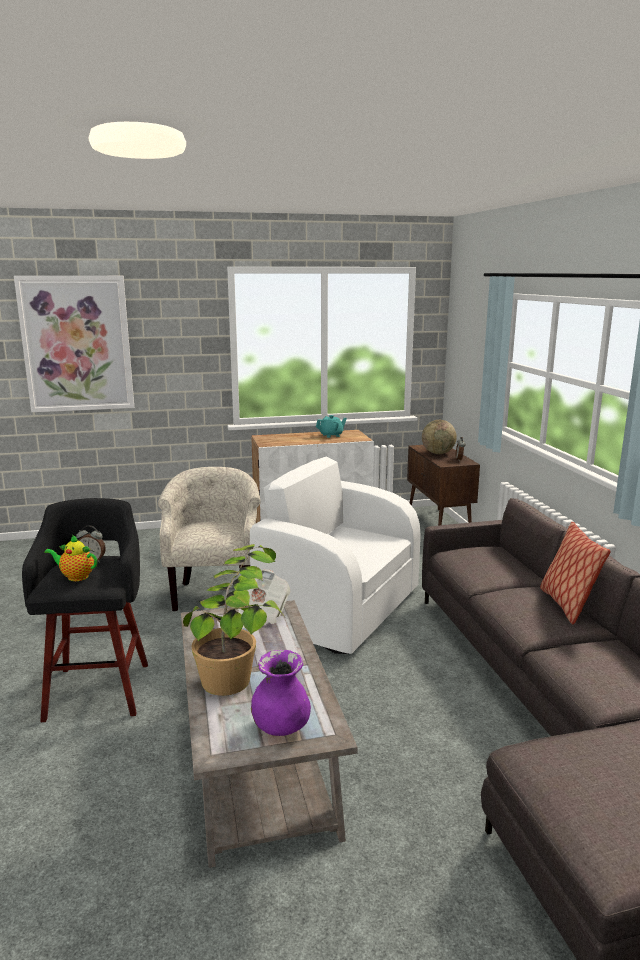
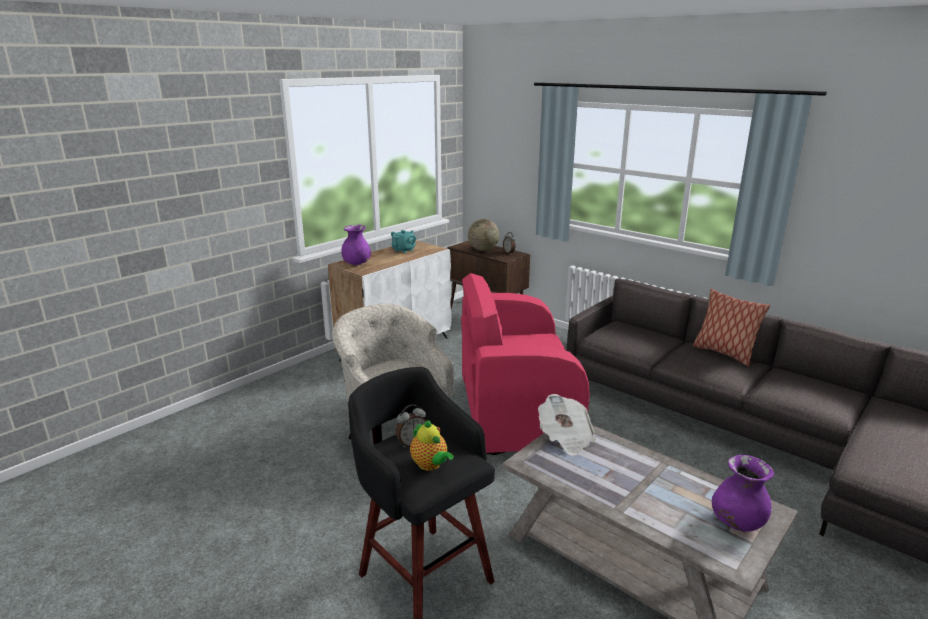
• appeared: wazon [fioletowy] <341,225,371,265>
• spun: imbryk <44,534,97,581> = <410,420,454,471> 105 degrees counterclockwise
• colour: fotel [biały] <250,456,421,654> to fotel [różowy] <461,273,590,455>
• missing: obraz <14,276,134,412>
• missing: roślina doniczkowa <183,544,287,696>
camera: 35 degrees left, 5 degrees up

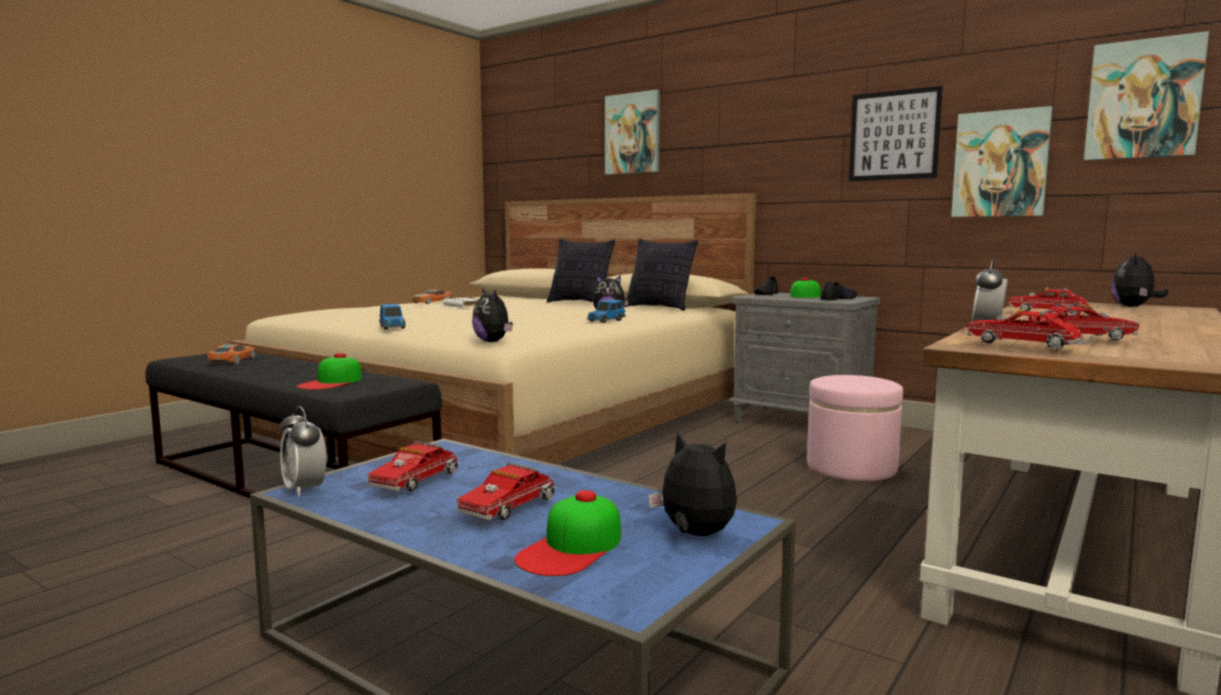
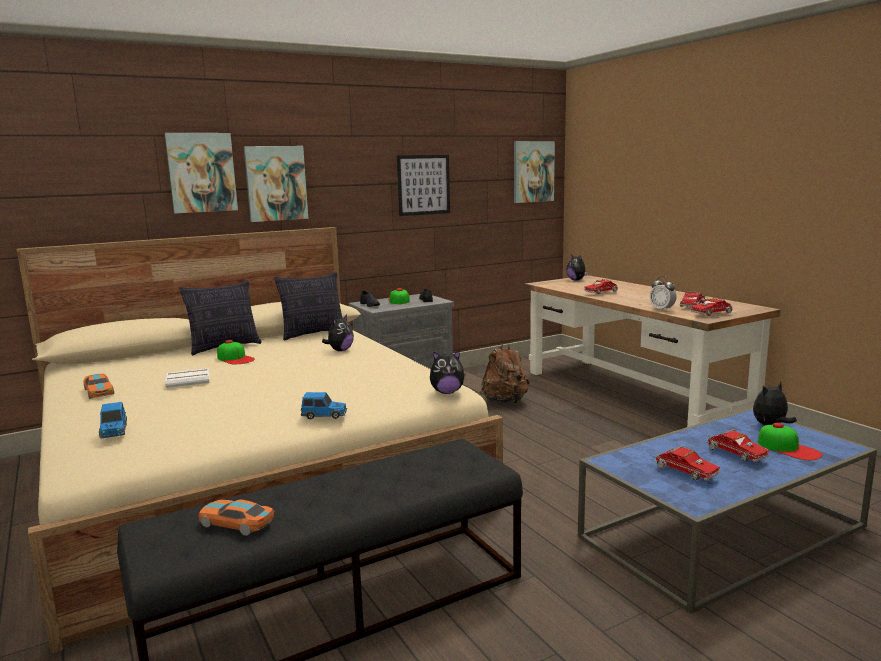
• relocated: samochodzik <587,300,626,323> to <99,402,127,438>
• relocated: czapka z daszkiem <297,353,362,390> to <217,340,255,364>
• relocated: obraz <951,106,1053,217> to <244,146,308,222>
• exchanged: pufa [różowy] <807,375,903,481> to plecak [brązowy] <480,342,530,404>
• missing: budzik <280,406,326,497>
camera: 65 degrees left, 5 degrees up

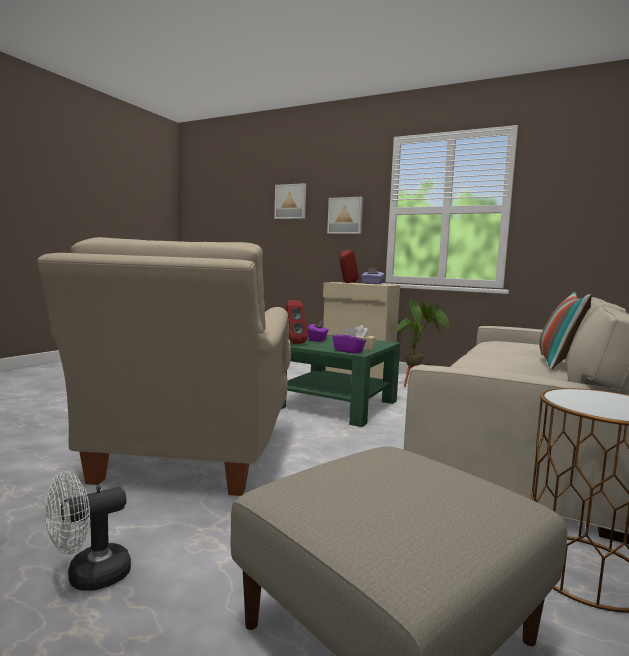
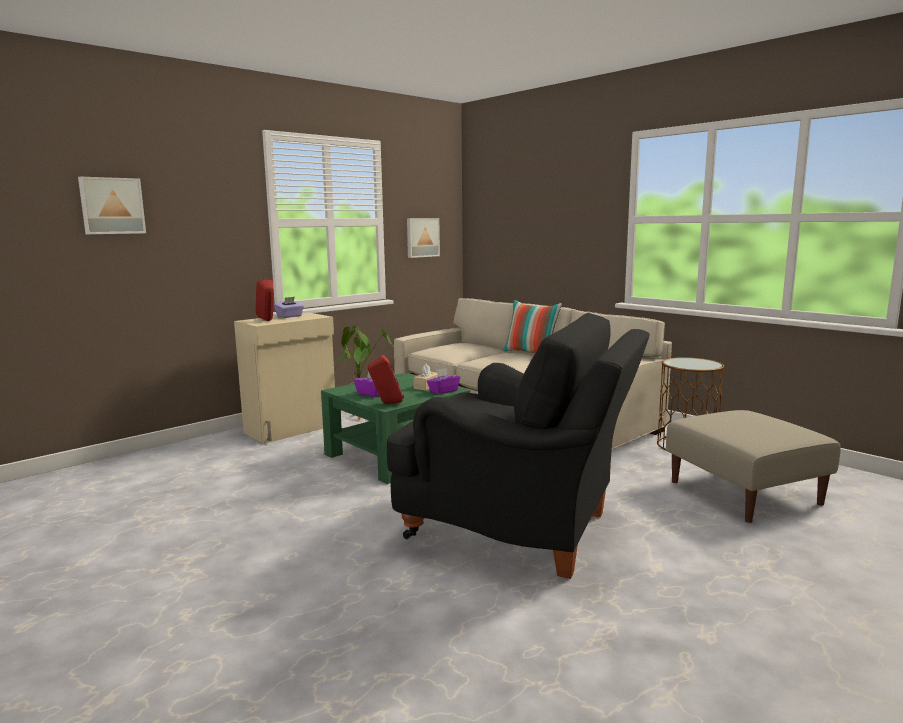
• colour: fotel [beżowy] <38,237,291,496> to fotel [czarny] <387,313,650,579>
• relocated: obraz <327,197,363,234> to <407,218,440,258>
• missing: wentylator [biały] <45,471,131,591>
camera: 70 degrees left, 5 degrees up

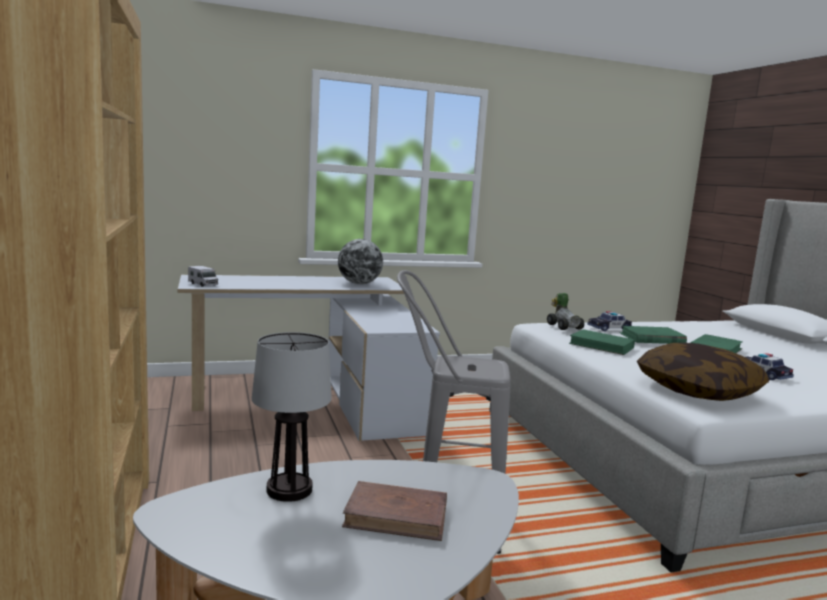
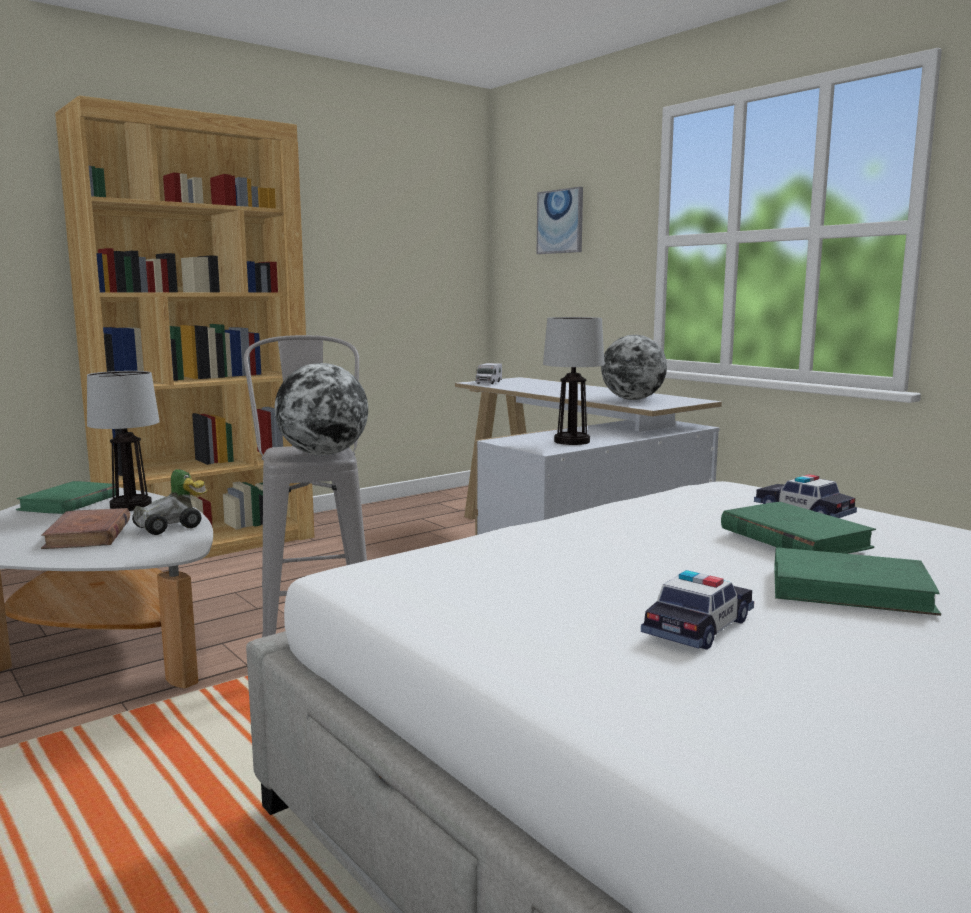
• relocated: książka [zielony] <569,329,635,355> to <16,481,116,514>
• relocated: samochodzik <547,293,584,330> to <132,469,207,535>
• appeared: globus <274,363,368,456>
• appeared: obraz <537,187,583,254>
• appeared: lampa stołowa <543,317,605,445>
• missing: poduszka <637,343,770,401>
camera: 70 degrees right, 0 degrees up

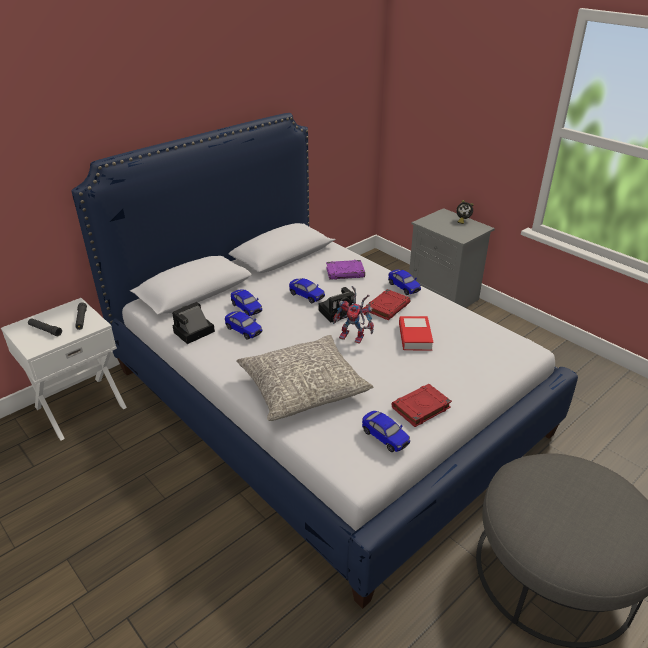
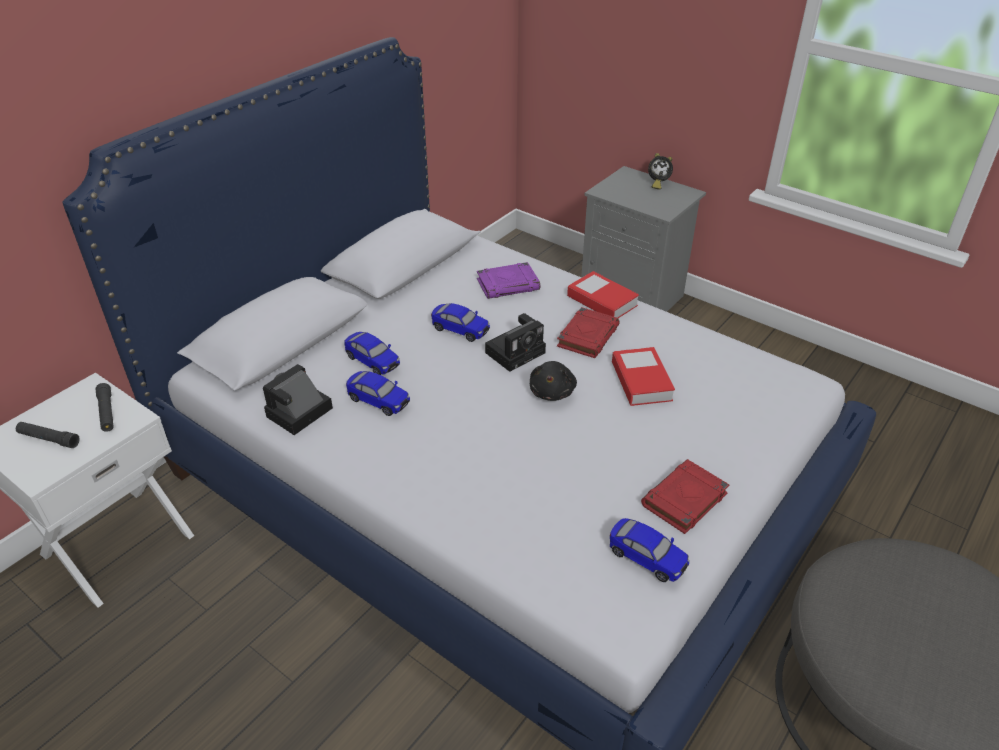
• exchanged: robot zabawkowy <333,286,374,344> to pluszak [czarny] <530,361,577,401>
• exchanged: samochodzik <388,270,421,295> to książka <567,271,639,318>
• missing: poduszka [szary] <236,335,373,421>
camera: 10 degrees left, 5 degrees up

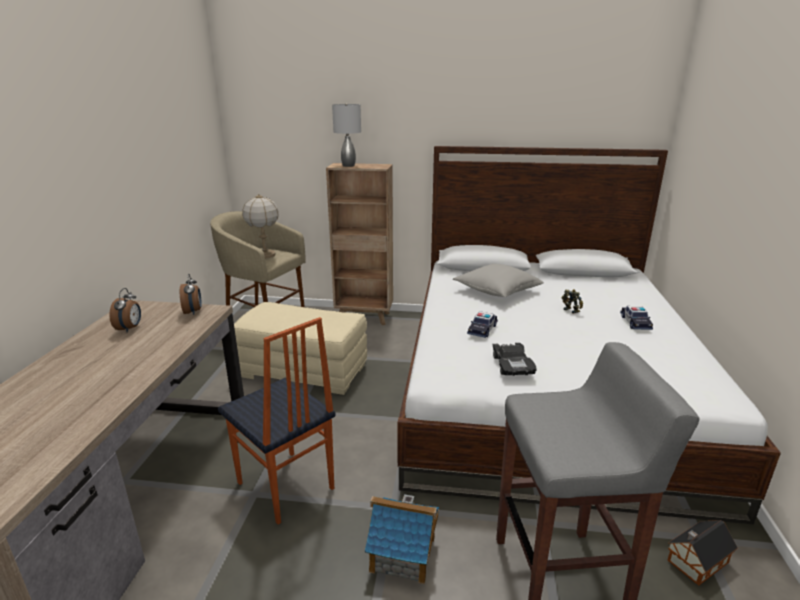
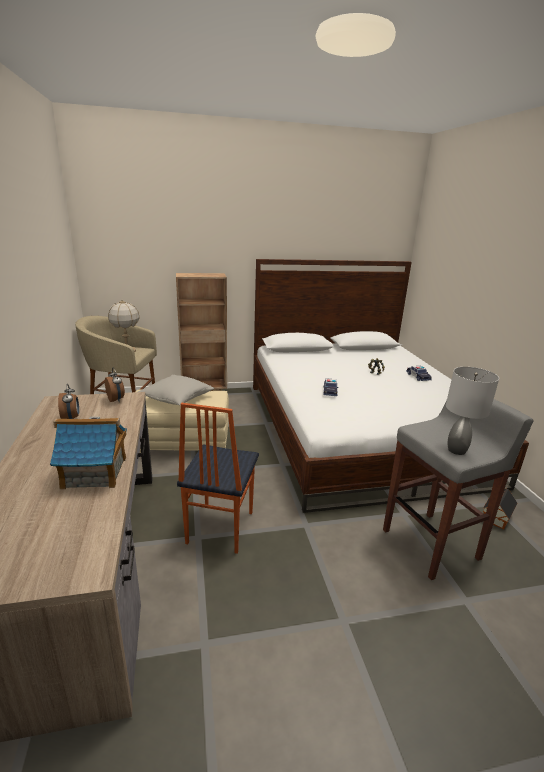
• relocated: domek <365,494,439,584> to <50,417,127,489>
• relocated: poduszka [szary] <453,263,544,297> to <138,375,214,405>
• spun: krzesło <218,317,335,525> = <177,403,259,554> 75 degrees clockwise
• relocated: lampa stołowa [szary] <332,104,361,167> to <446,367,499,455>
• missing: samochodzik [czarny] <493,343,537,376>
camera: 20 degrees left, 0 degrees up

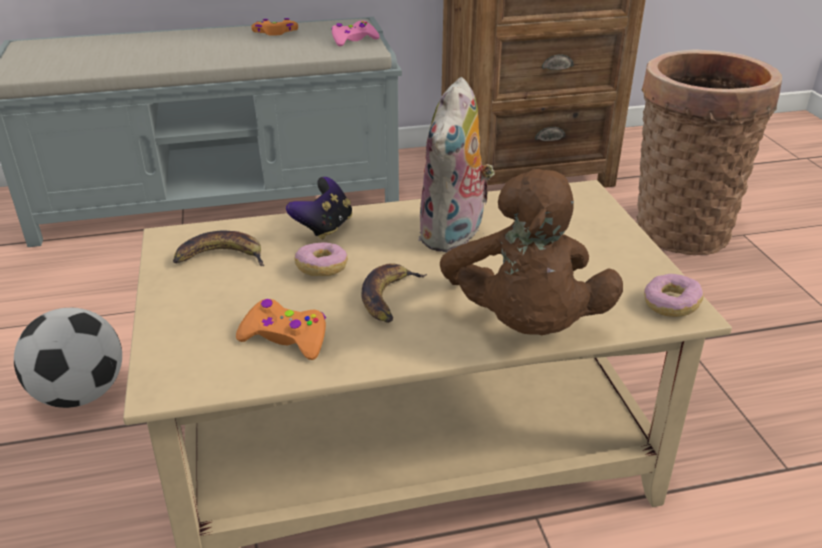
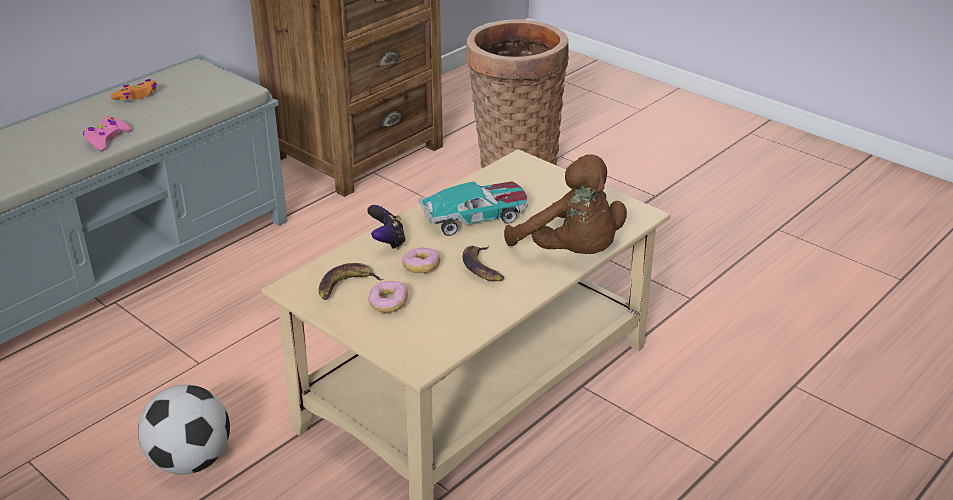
• relocated: pad do gier [różowy] <332,21,380,46> to <83,116,132,151>
• relocated: donut <644,274,704,317> to <368,281,408,313>
• exchanged: pluszak <419,77,495,252> to samochodzik <419,181,528,236>
• missing: pad do gier [pomarańczowy] <236,299,326,360>
camera: 35 degrees left, 0 degrees up

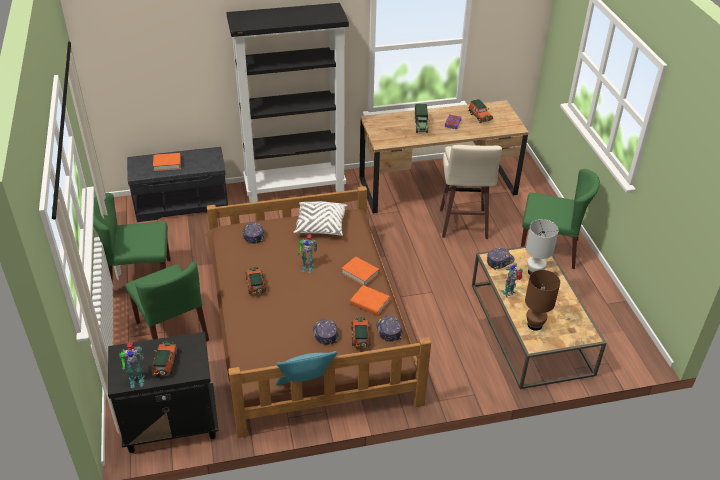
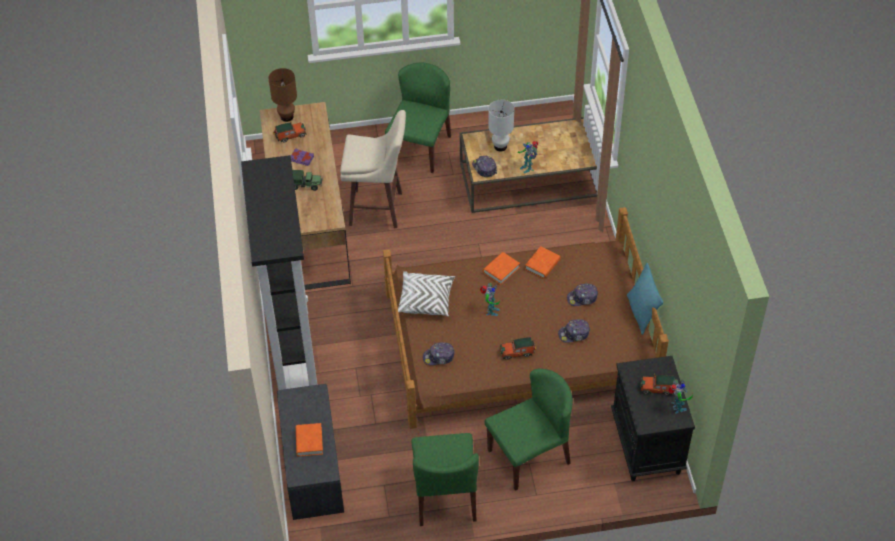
• relocated: lampa stołowa [brązowy] <525,270,560,331> to <268,68,297,122>
• relocated: czapka z daszkiem <376,316,403,342> to <558,319,590,343>
• missing: samochodzik <351,317,370,347>
camera: 85 degrees left, 10 degrees up

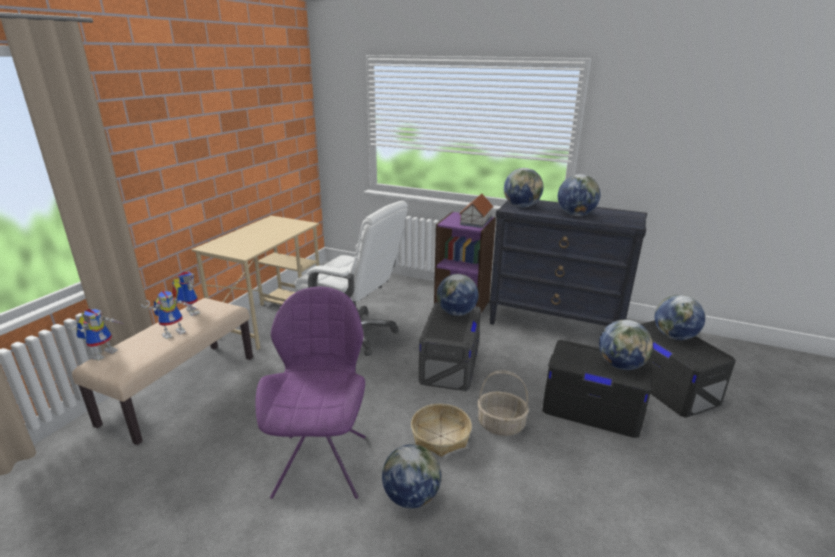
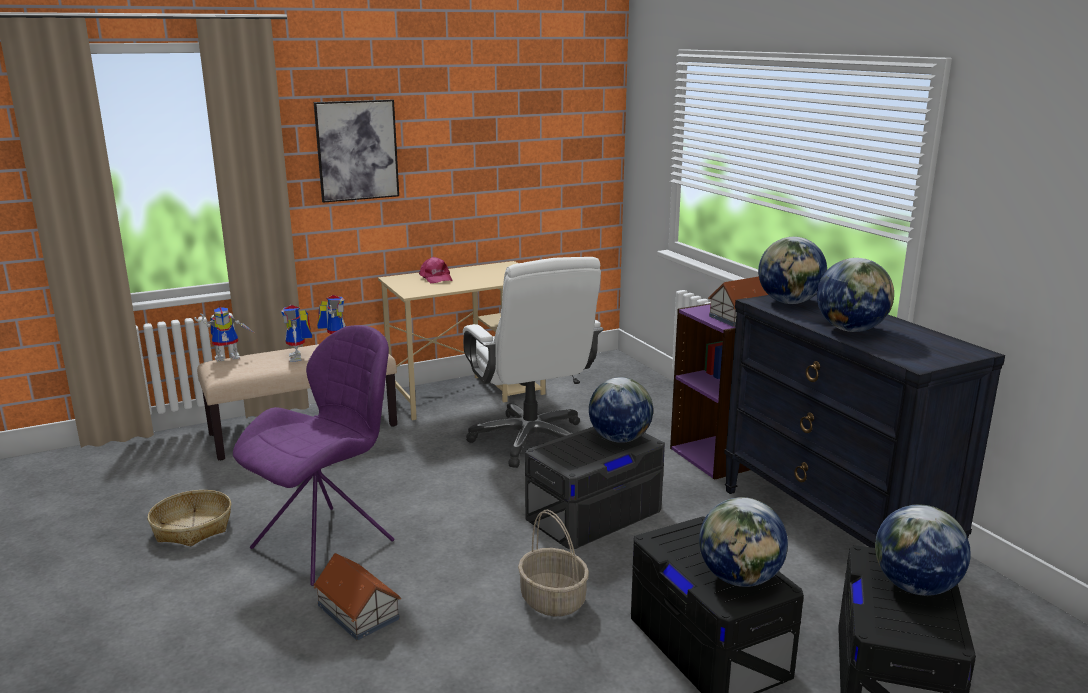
• relocated: koszyk <411,404,472,457> to <148,490,231,546>
• spun: robot zabawkowy <141,291,196,339> = <281,305,312,362> 75 degrees clockwise
• exchanged: globus <382,444,441,509> to domek <313,553,401,640>
• appeared: obraz <314,99,399,203>
• appeared: czapka z daszkiem [różowy] <419,257,452,283>
camera: 40 degrees right, 5 degrees down

